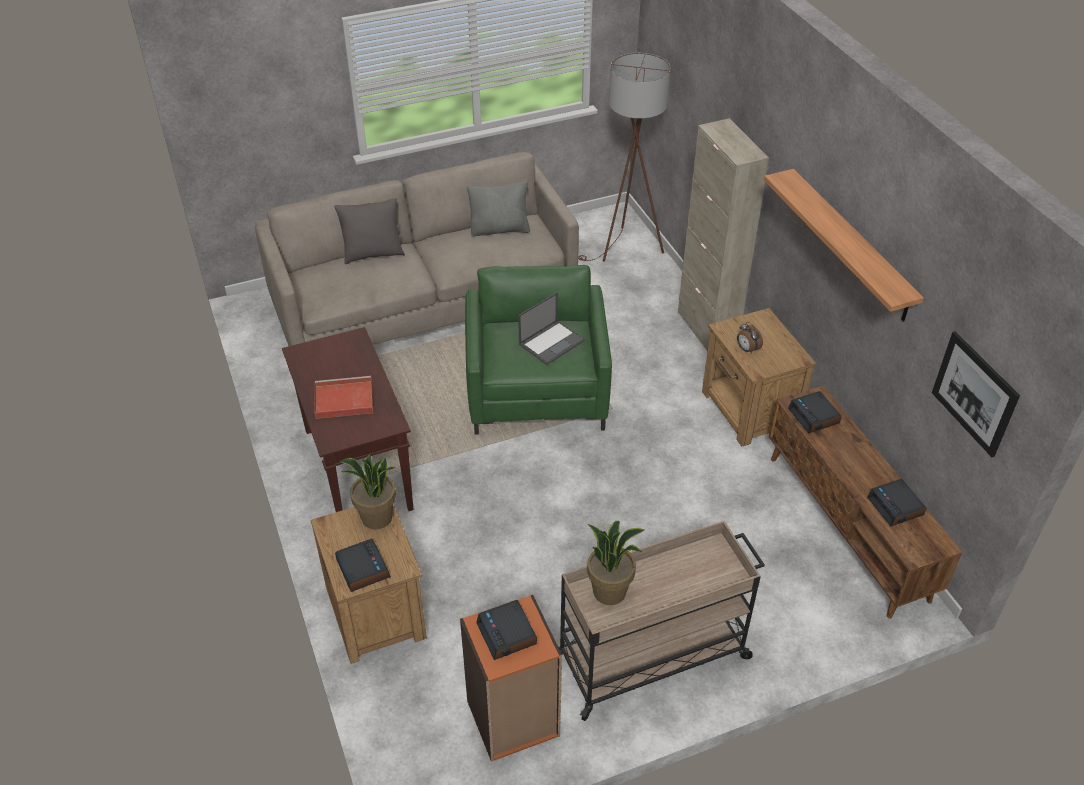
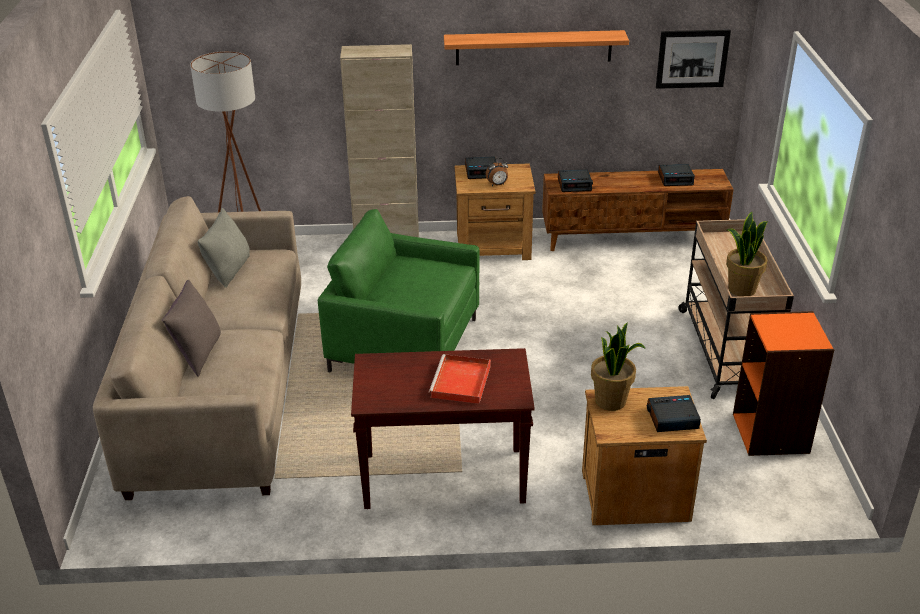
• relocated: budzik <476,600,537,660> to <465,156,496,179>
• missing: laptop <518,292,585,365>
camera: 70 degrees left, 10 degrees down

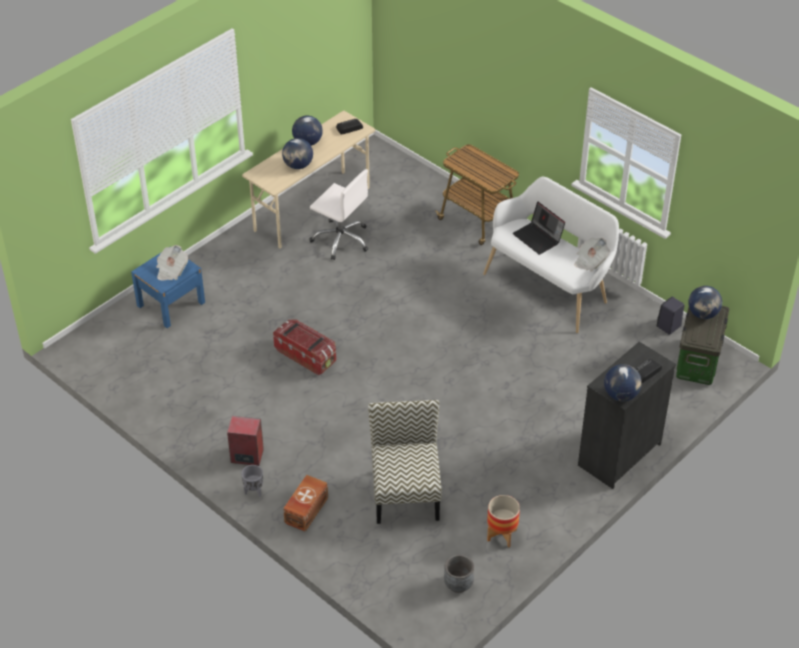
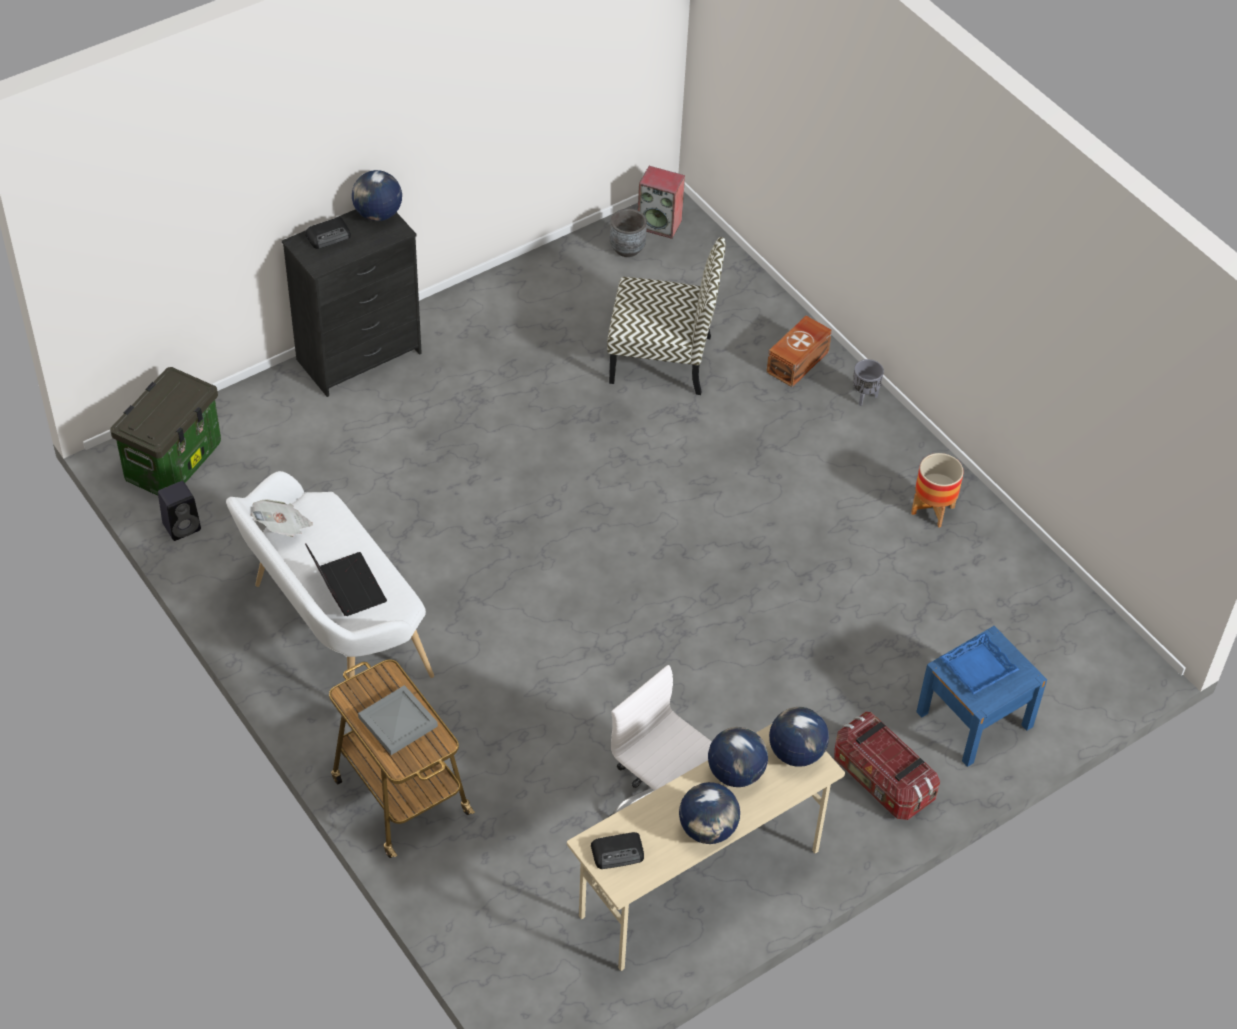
• appeared: taca [szary] <358,685,438,755>
• spun: krzesło <368,400,442,524> = <607,237,726,395> 90 degrees counterclockwise
• relocated: głośnik <227,416,264,466> to <638,166,685,239>
• relocated: globus <688,286,722,319> to <769,707,829,767>
• relocated: pojemnik do przechowywania <273,319,336,376> to <834,712,940,820>
• relocated: donica <487,495,520,548> to <911,453,964,528>
• exchanged: gazeta <156,245,188,280> to taca [niebieski] <940,632,1019,695>
camera: 170 degrees left, 5 degrees up

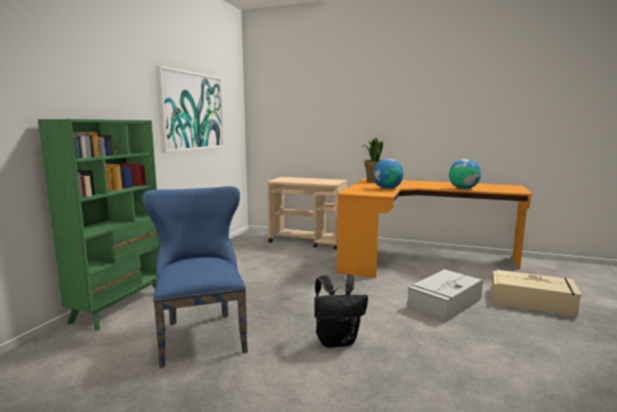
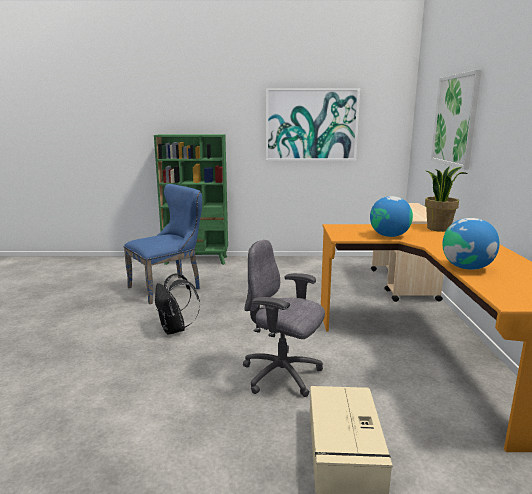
• exchanged: pojemnik do przechowywania [szary] <407,269,483,323> to krzesło biurowe [szary] <243,240,325,397>
• appeared: obraz <431,70,482,169>
camera: 70 degrees right, 5 degrees up

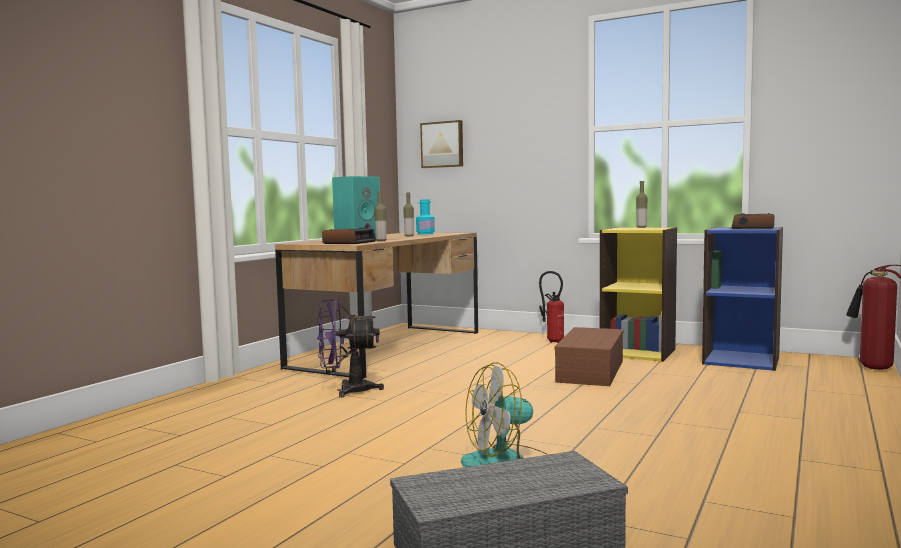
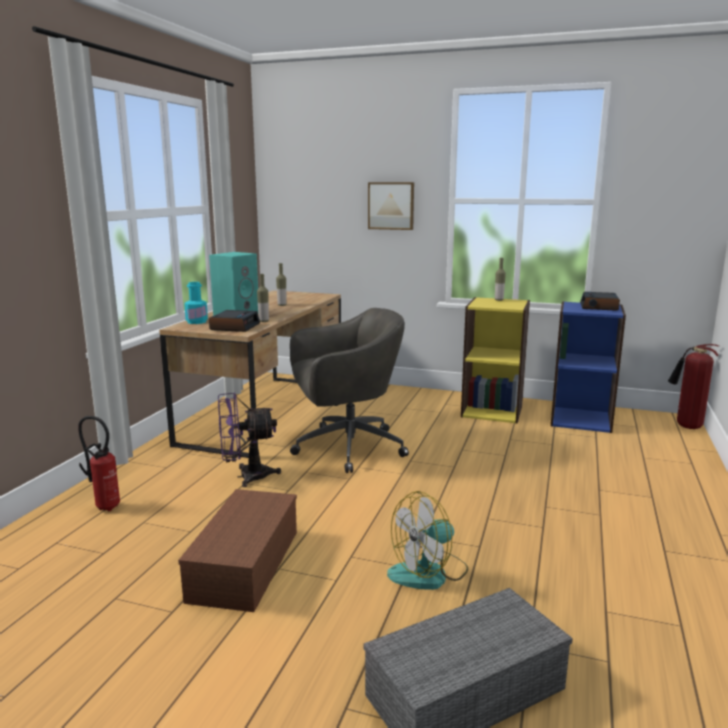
• relocated: gaśnica <539,271,564,343> to <78,416,120,512>
• relocated: pojemnik do przechowywania [brązowy] <555,327,624,386> to <178,489,297,612>
• relocated: butelka [turkusowy] <416,199,435,235> to <184,282,208,324>
• appeared: krzesło biurowe [szary] <290,308,409,473>
• relocated: obraz <420,120,463,168> to <368,182,414,230>
camera: 10 degrees left, 10 degrees up

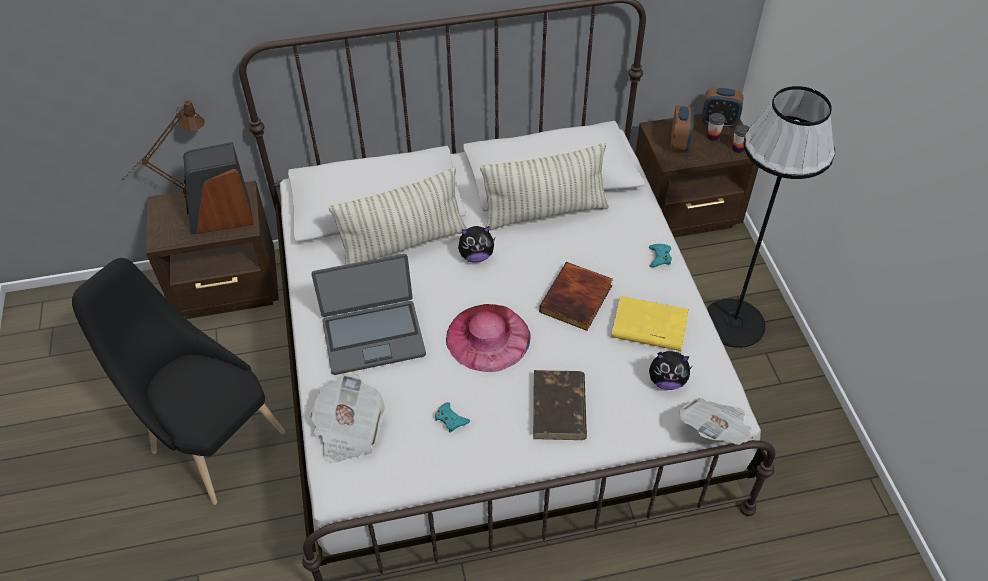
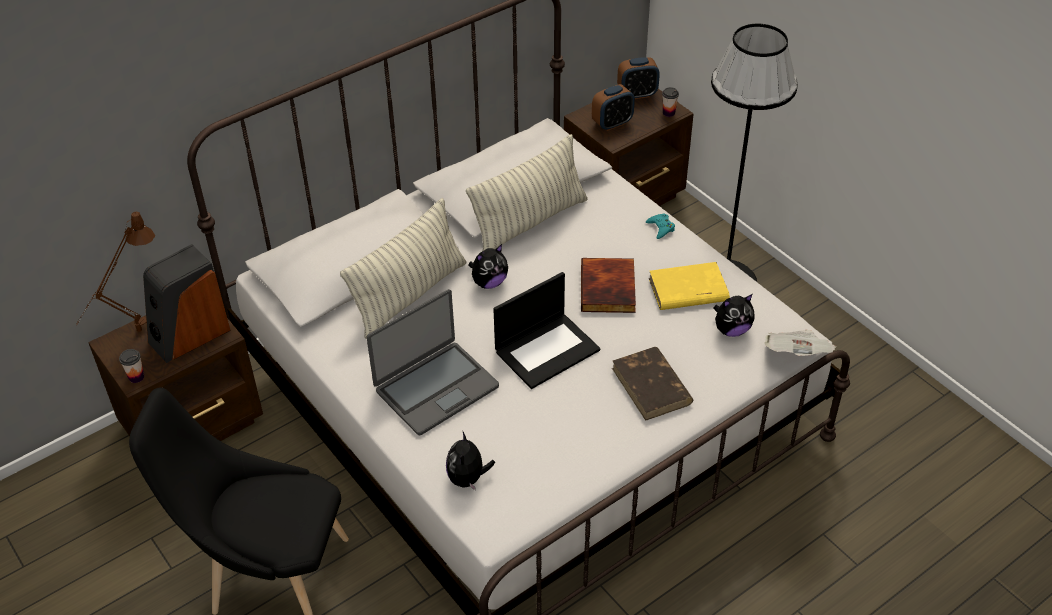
• relocated: filiżanka <707,113,725,141> to <119,349,144,383>
• exchanged: gazeta <310,374,385,463> to pluszak <446,432,495,491>
• exchanged: kapelusz [różowy] <446,304,531,372> to laptop <493,272,600,389>
• spun: budzik <671,105,694,151> = <592,84,635,131> 75 degrees clockwise
• missing: pad do gier [turkusowy] <435,402,470,433>
camera: 25 degrees left, 5 degrees down

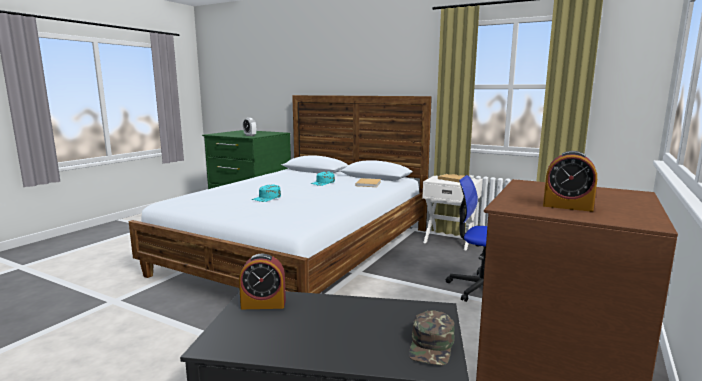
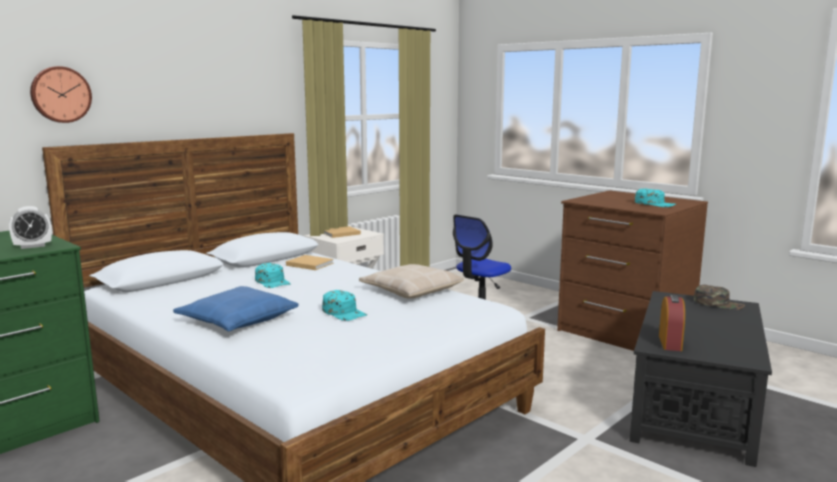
• appeared: zegar ścienny <30,66,92,123>
• appeared: poduszka [niebieski] <173,286,298,331>
• appeared: poduszka [beżowy] <359,264,464,299>
• exchanged: budzik <543,151,597,212> to czapka z daszkiem [turkusowy] <635,188,677,207>
camera: 75 degrees left, 0 degrees up

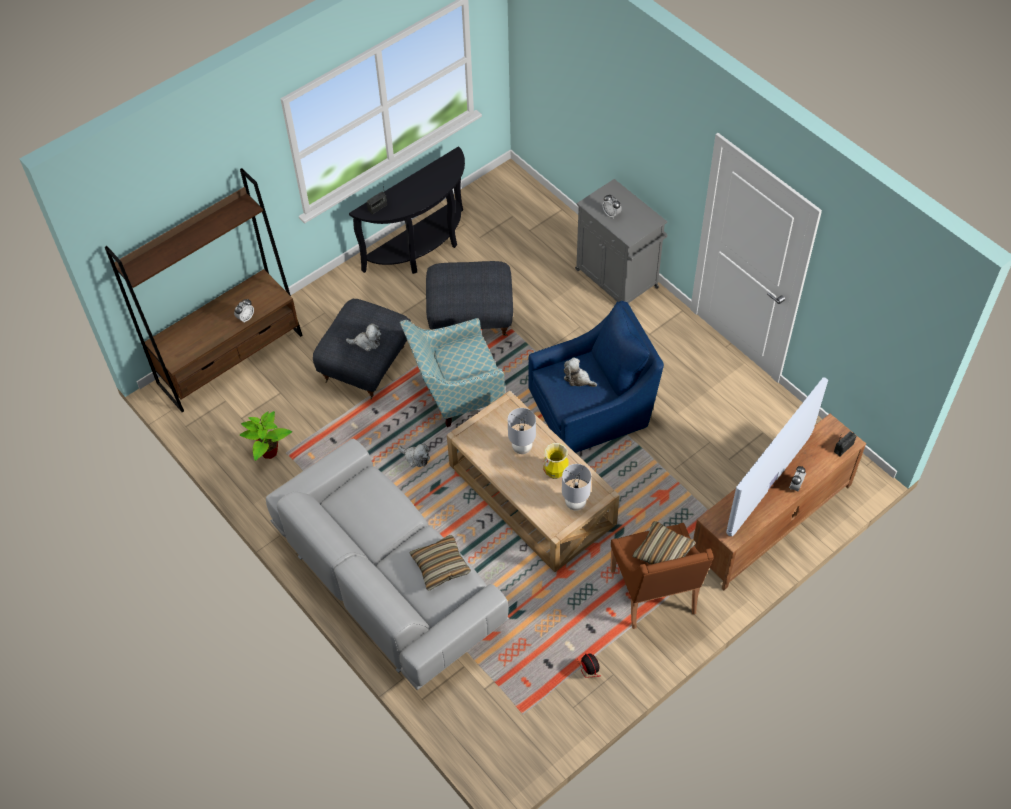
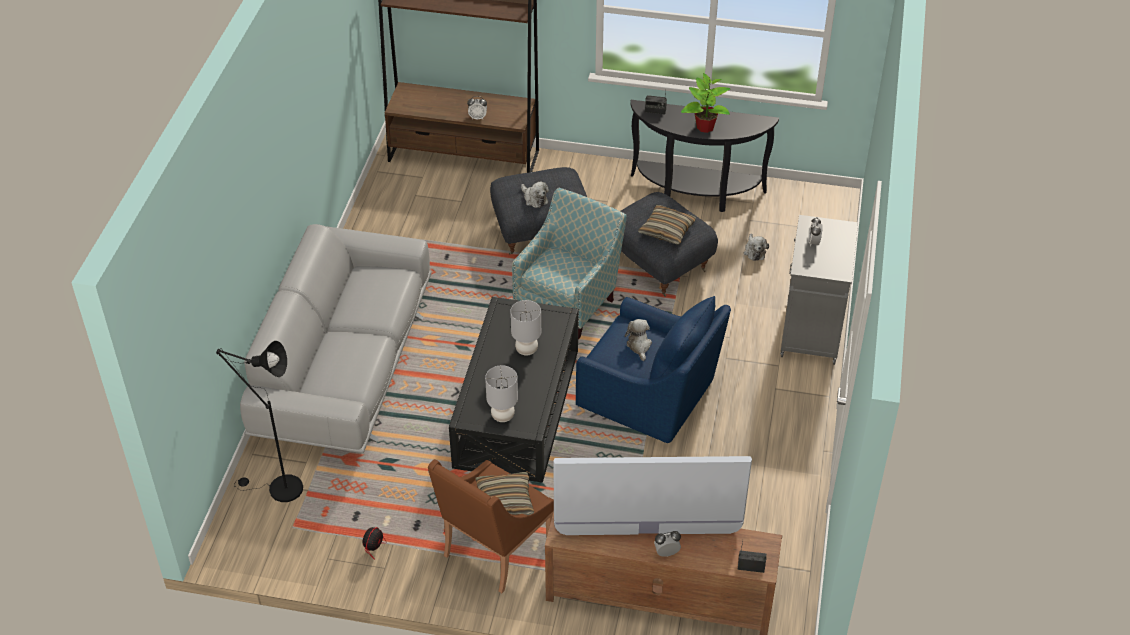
• appeared: lampa stojąca [czarny] <216,340,303,502>
• colour: ława [beżowy] <447,391,620,572> to ława [czarny] <449,297,578,483>
• spun: fotel <400,318,505,427> = <512,188,627,339> 90 degrees clockwise
• relocated: poduszka <409,535,471,591> to <638,205,696,245>
• relocated: roślina doniczkowa <240,411,292,461> to <681,73,731,133>
• relocated: pluszak <398,443,430,467> to <744,234,769,261>
• missing: wazon <543,443,569,479>
camera: 50 degrees right, 10 degrees down

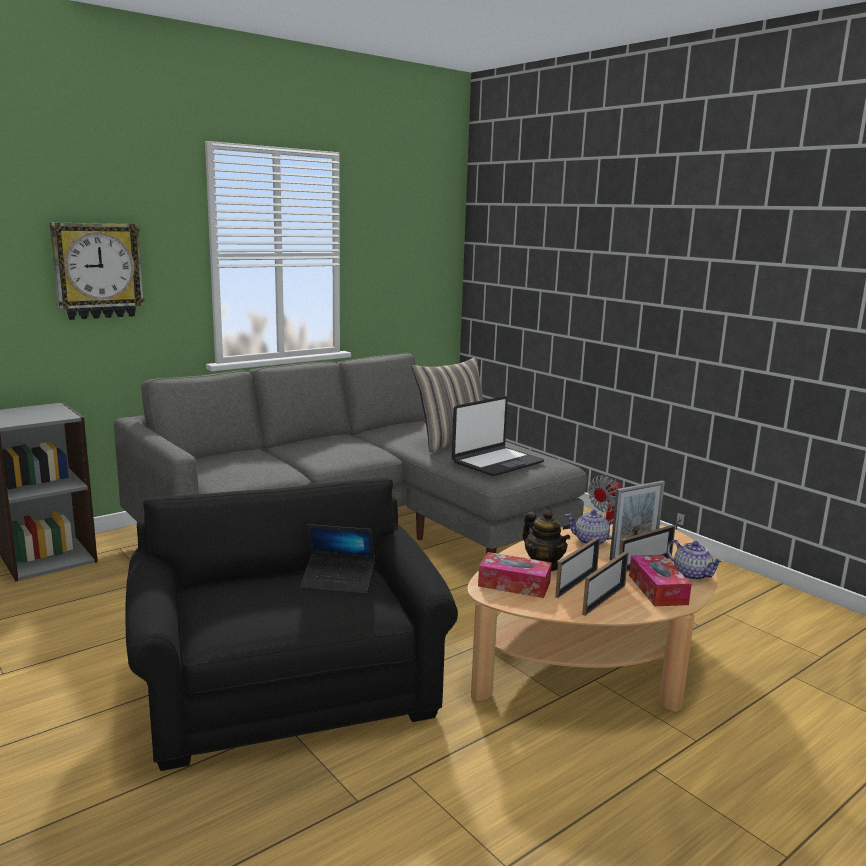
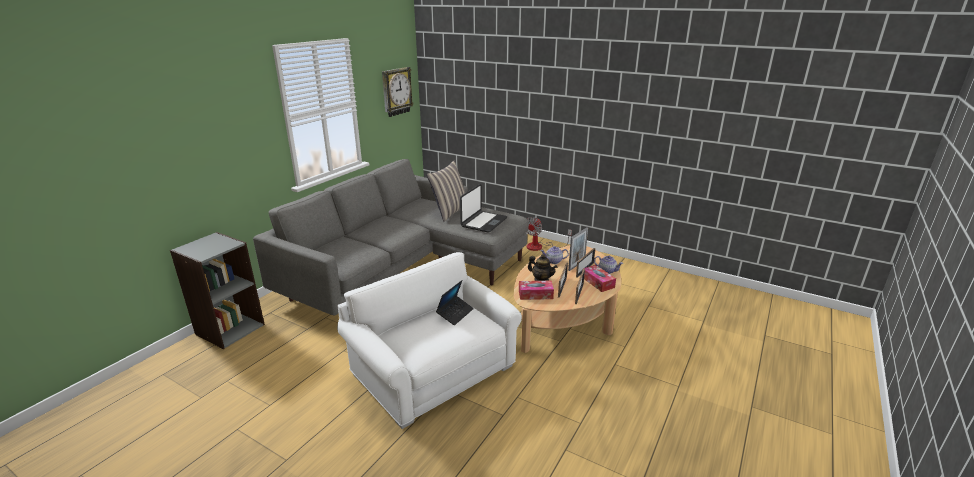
• colour: fotel [czarny] <126,478,458,771> to fotel [biały] <337,252,522,429>
• relocated: zegar ścienny <50,222,145,320> to <382,67,414,117>
• spun: laptop <300,524,375,594> = <436,280,474,325> 45 degrees counterclockwise
camera: 20 degrees left, 10 degrees up

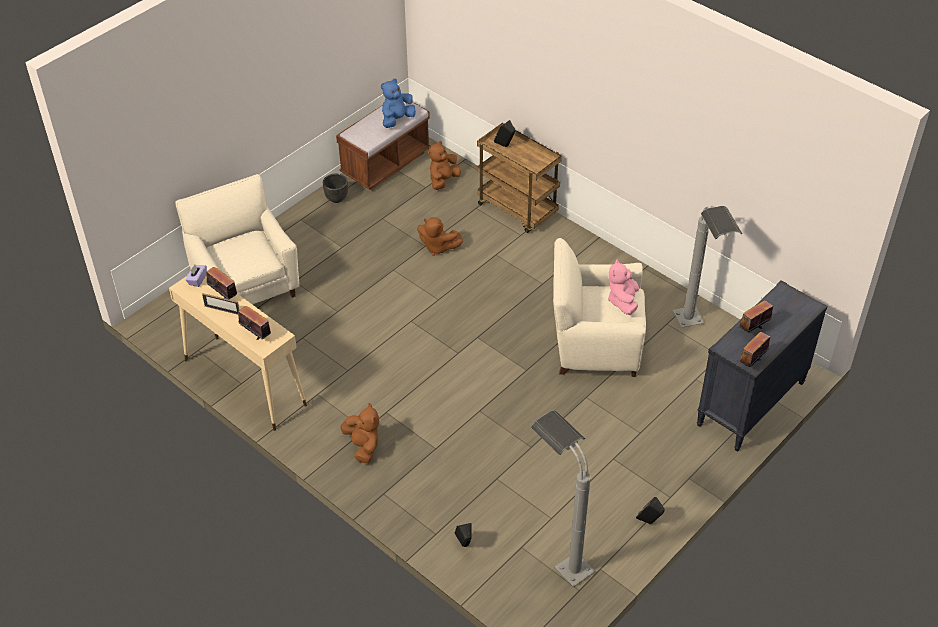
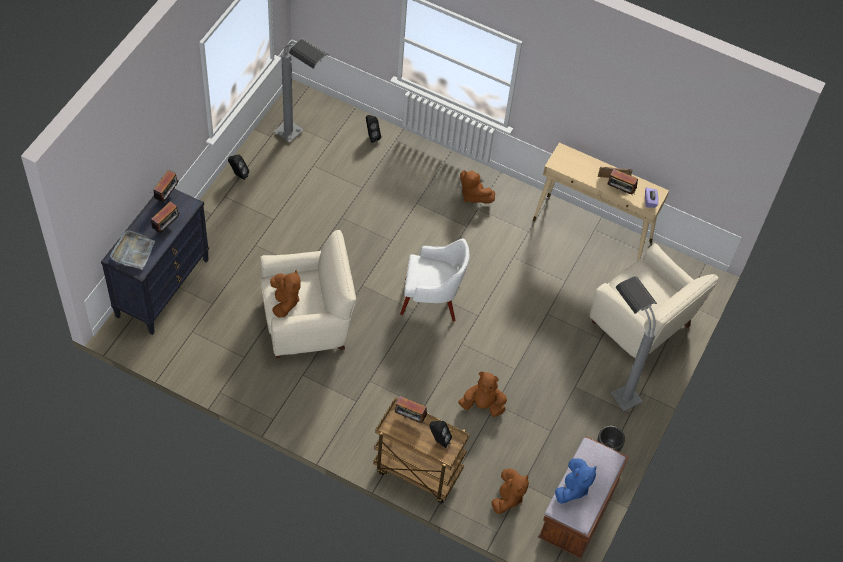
• appeared: taca [szary] <110,230,155,270>
• colour: pluszak [różowy] <608,259,639,315> to pluszak [brązowy] <270,270,301,318>
• relocated: radio <238,306,271,340> to <395,396,427,425>
• appeared: fotel [biały] <400,239,470,322>
• relocated: lampa stojąca [szary] <672,205,742,328> to <611,276,657,411>
camera: 160 degrees right, 10 degrees up

